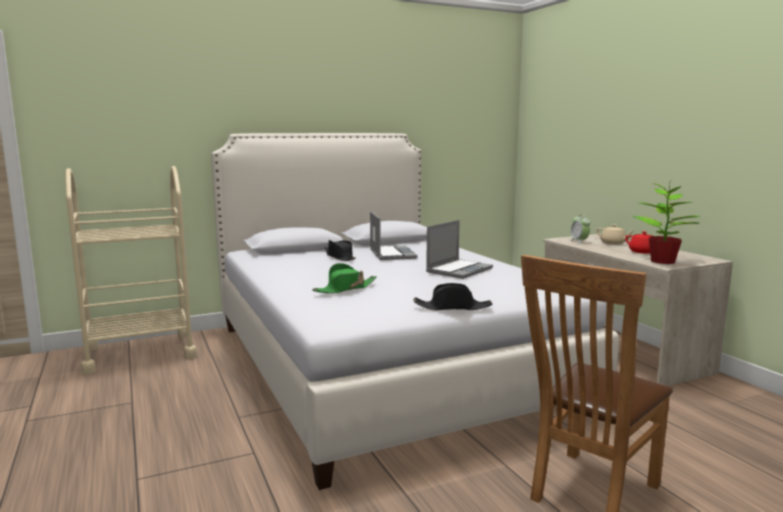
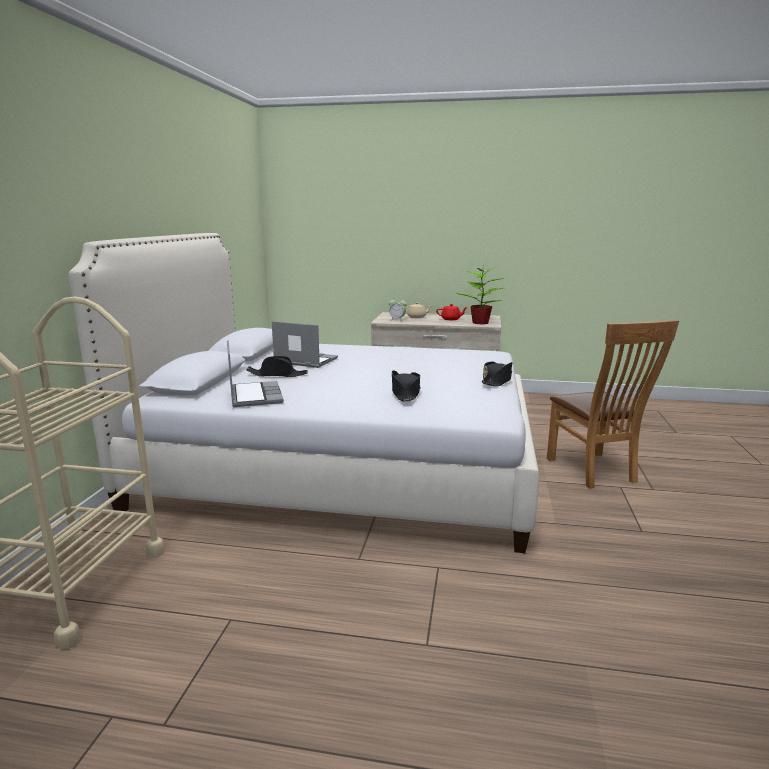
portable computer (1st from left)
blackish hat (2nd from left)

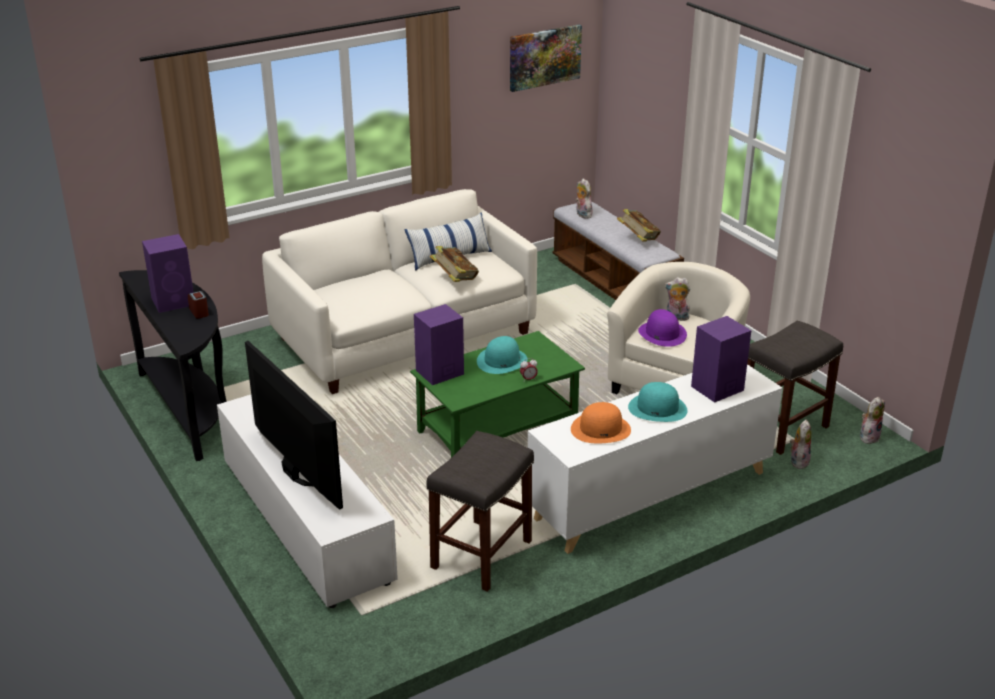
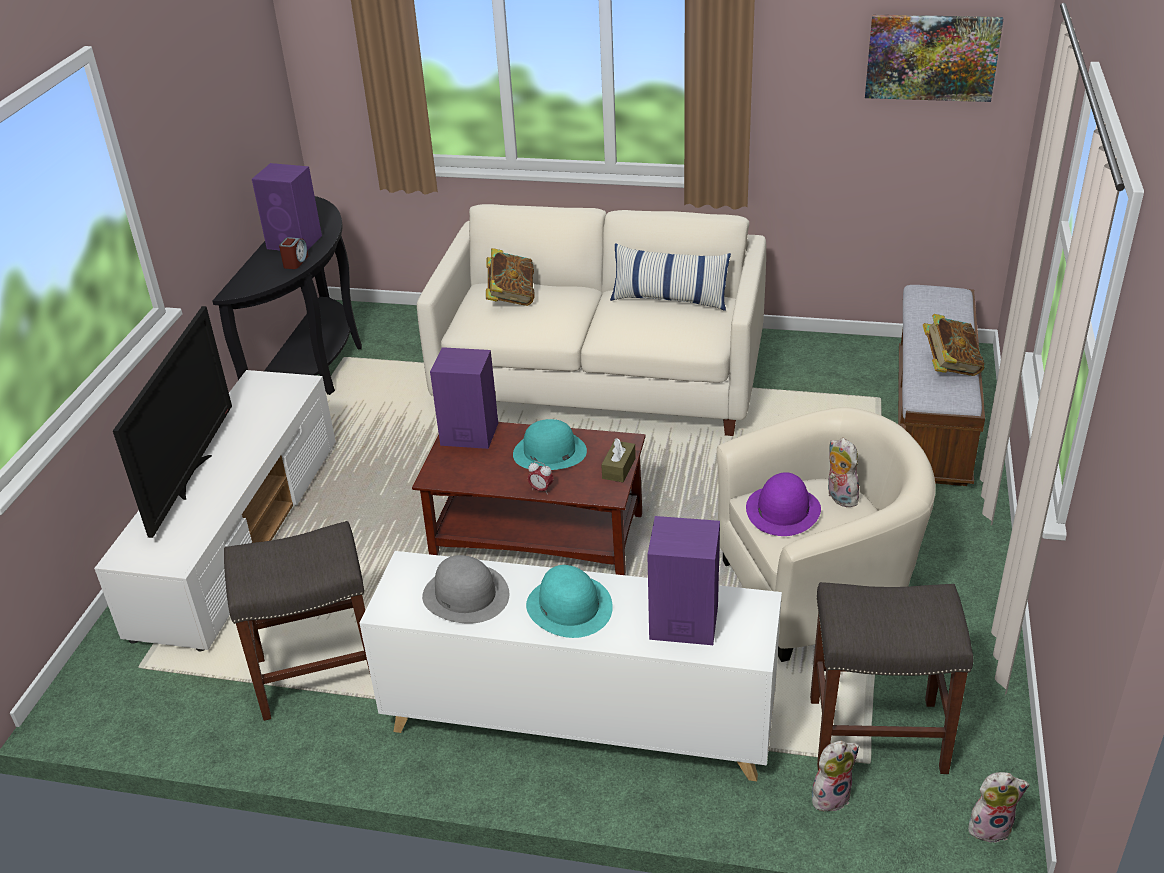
brown low table
gray hat
bound book (1st from left)
brown tissue box
cuddly toy (1st from left in the first image)

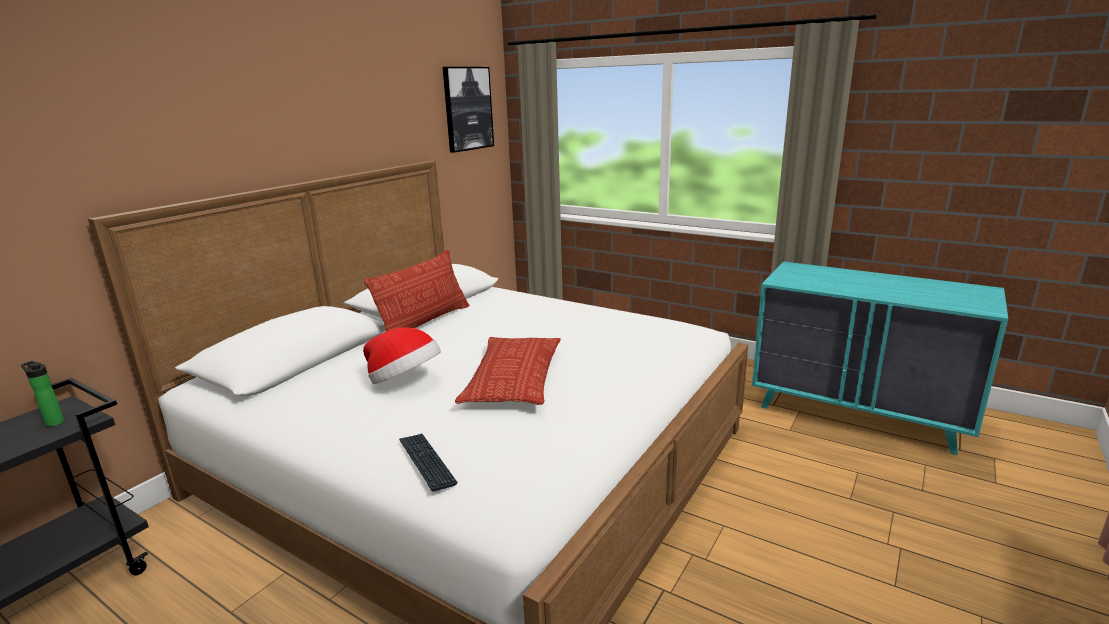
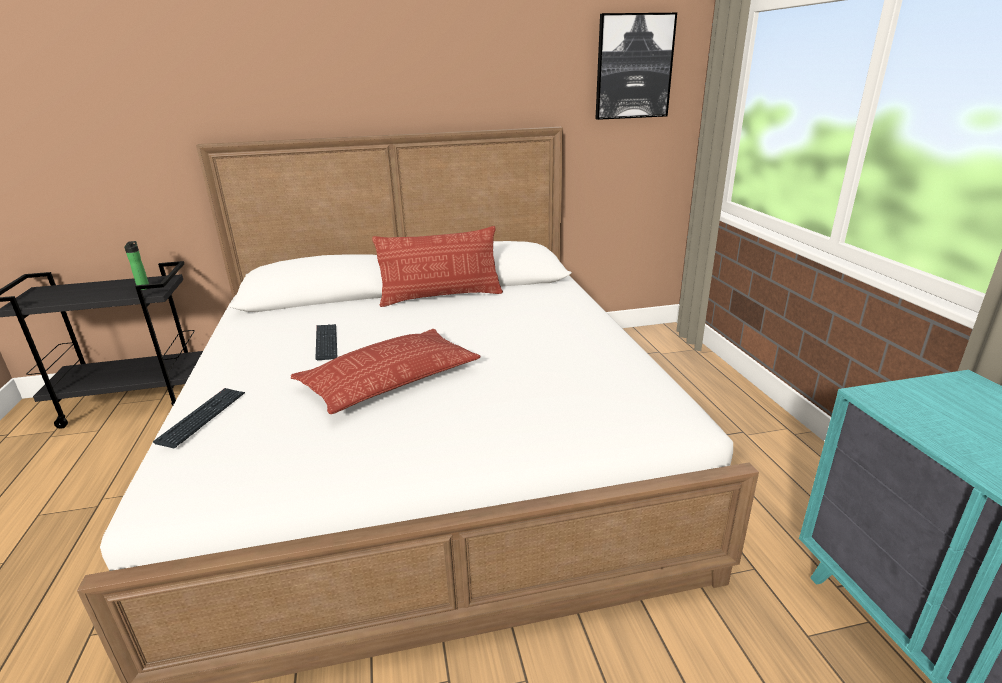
keyboard (2nd from left)

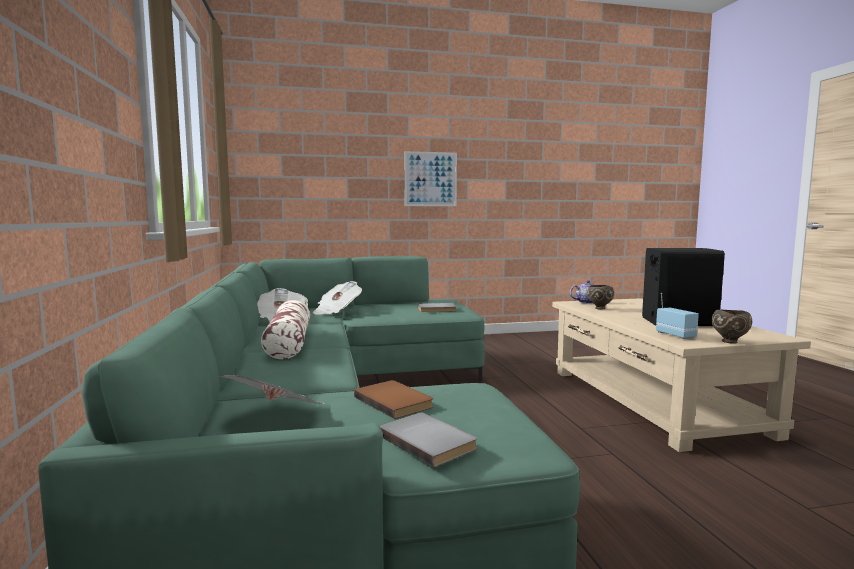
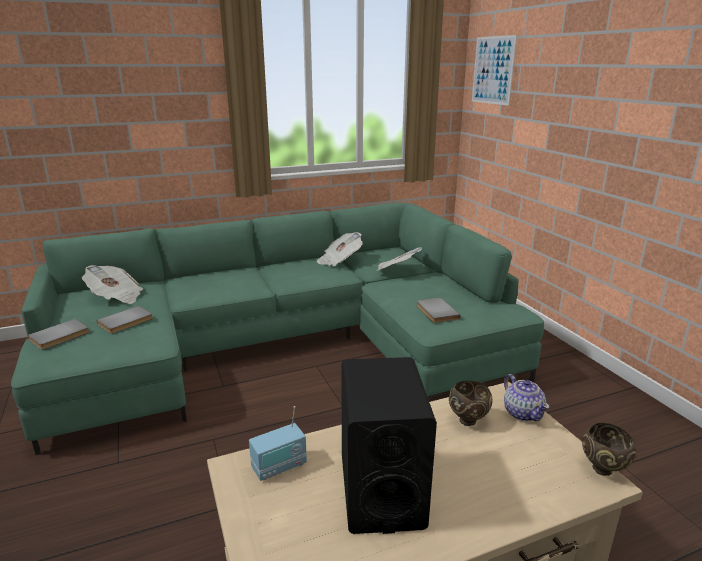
gray bound book (2nd from left)
wall picture
brown serving bowl (2nd from left)
pillow

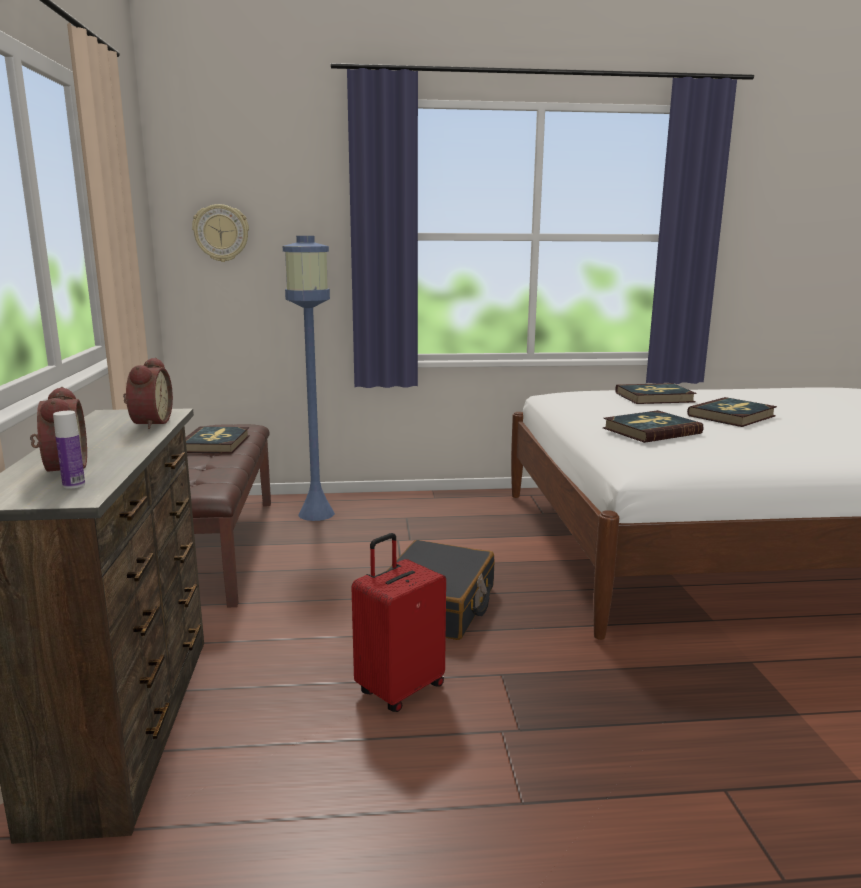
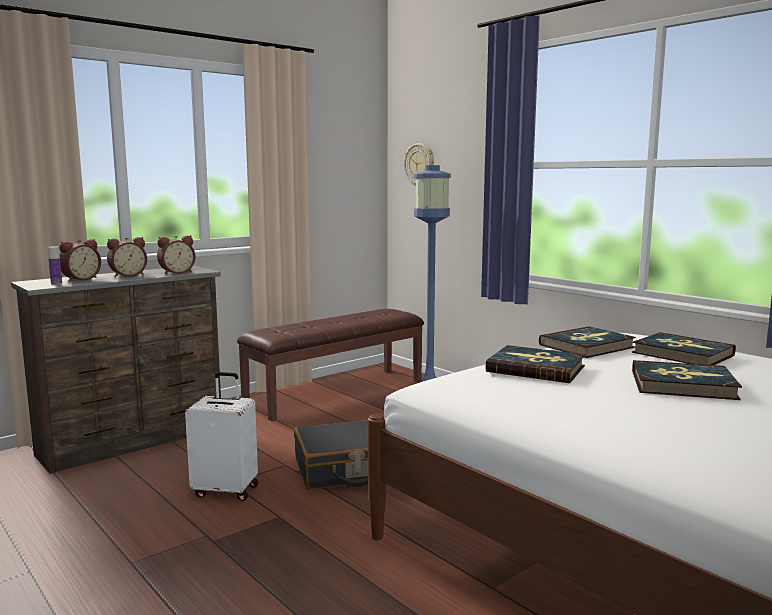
bedside clock (2nd from left)
white-coloured piece of luggage
bound book (2nd from left)

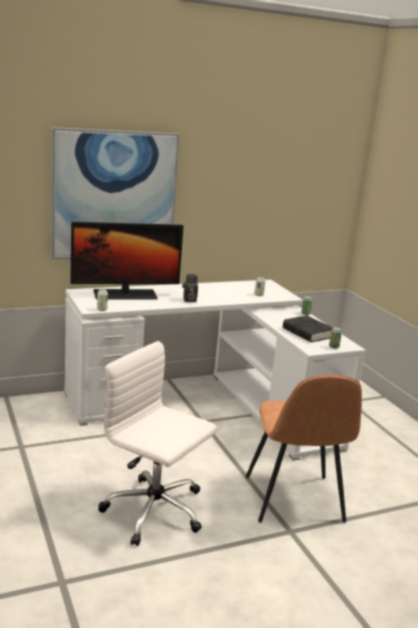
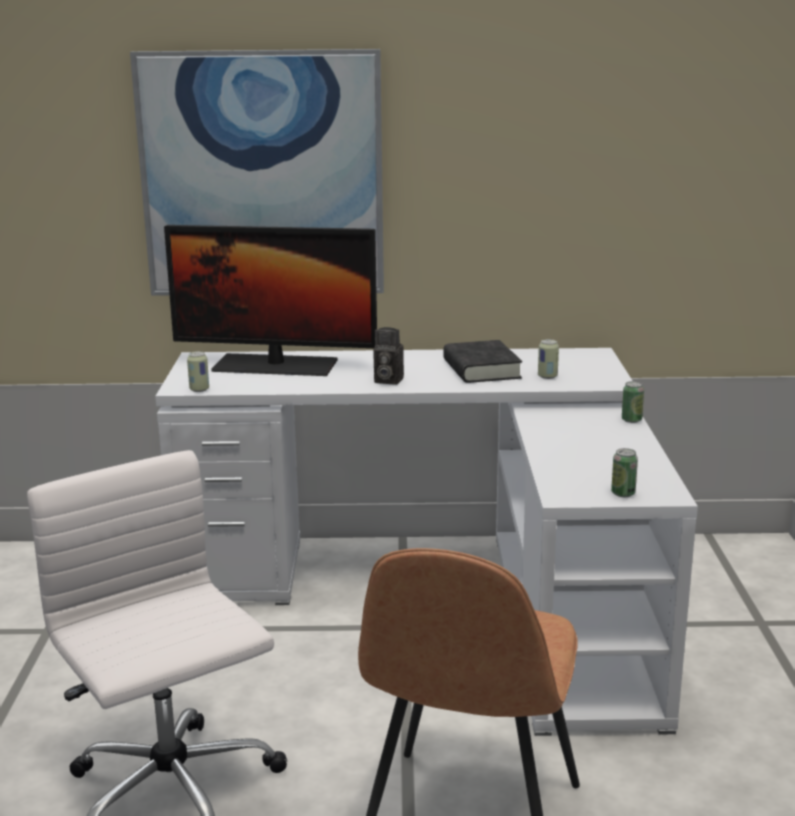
blackish bound book

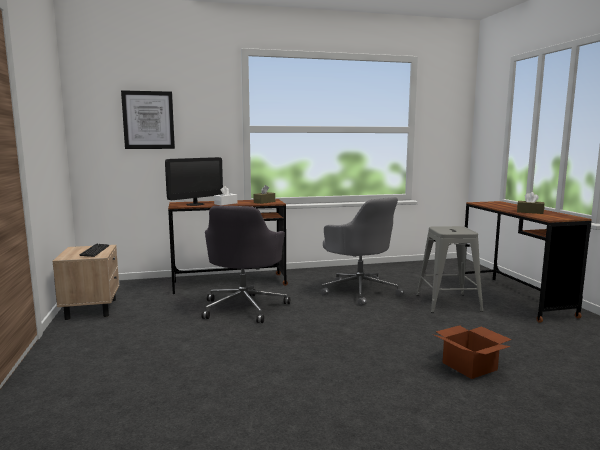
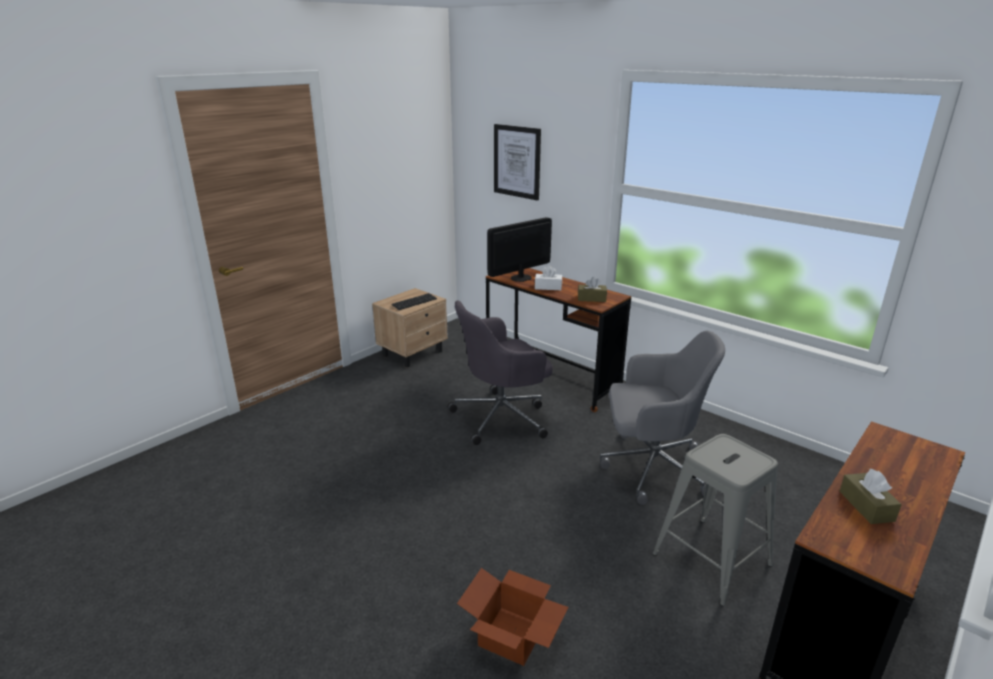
computer display
gray office chair (2nd from left)

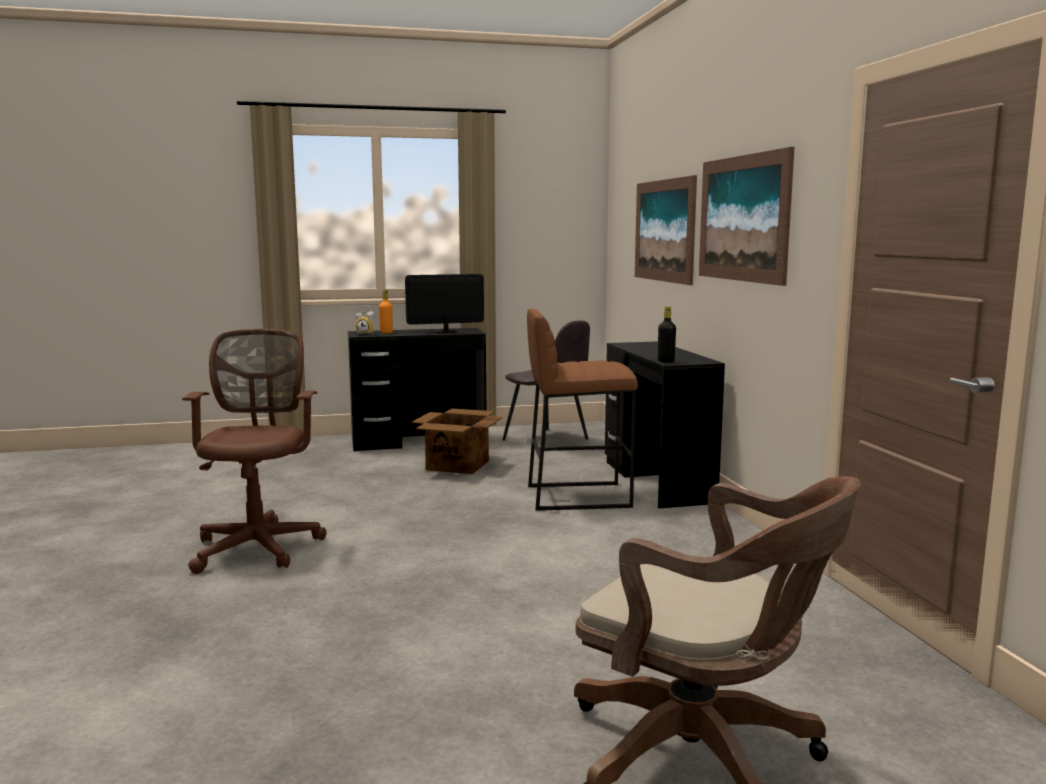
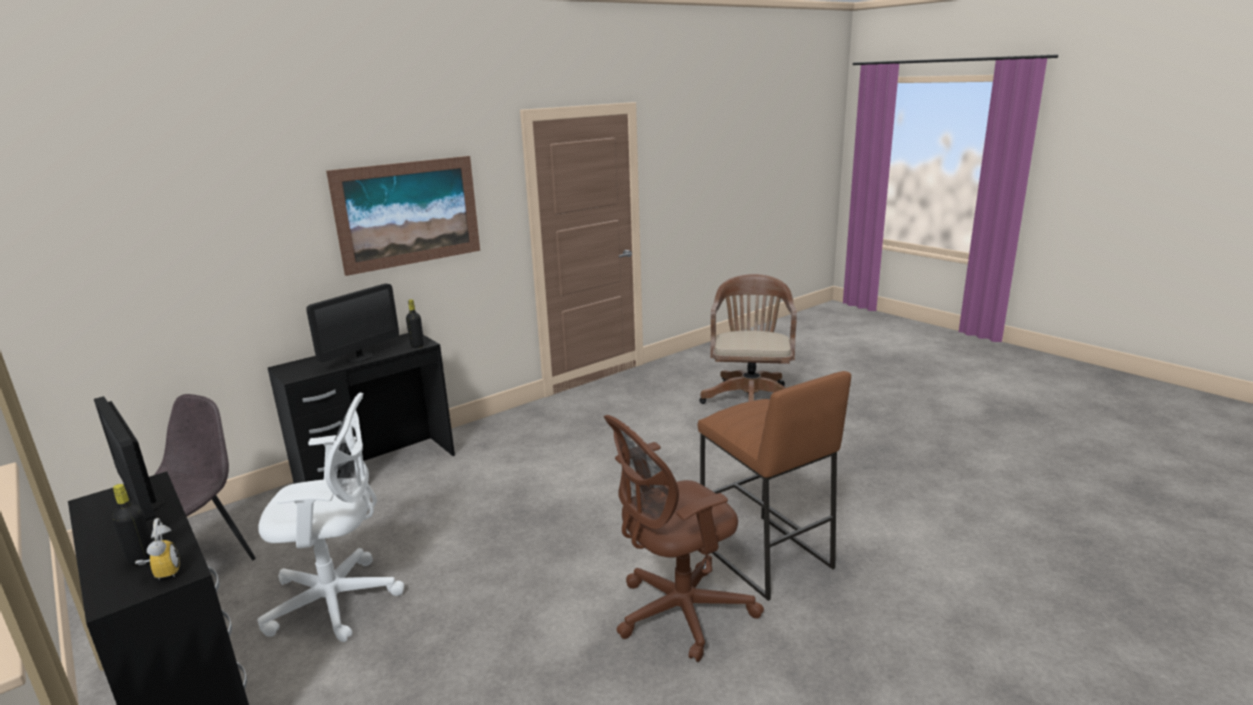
blackish bottle (1st from left)
white-coloured office chair
computer display (2nd from left)
brown sitting stool
wall picture (1st from left in the first image)

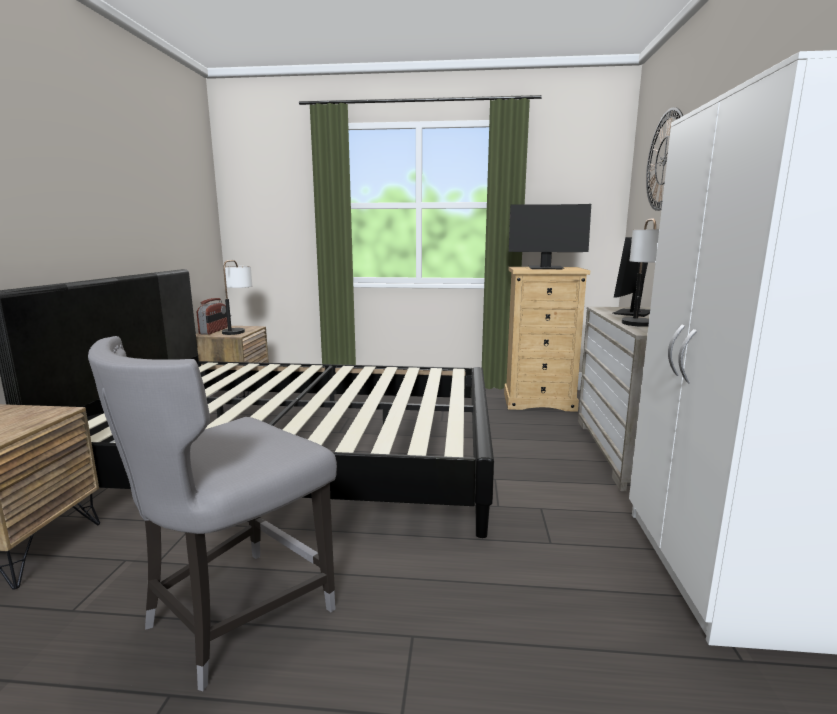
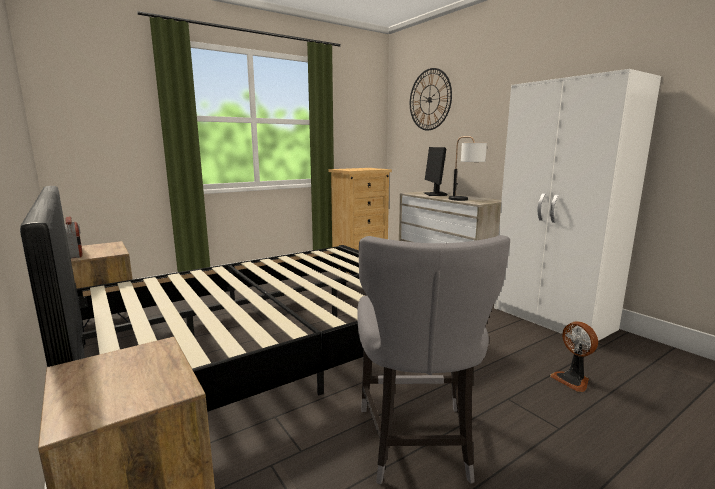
electric fan
tabletop lamp (1st from left in the first image)
computer display (1st from left in the first image)

